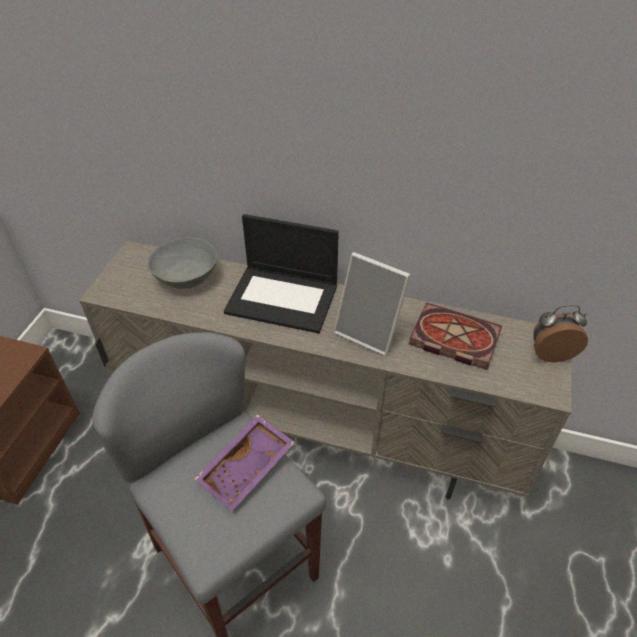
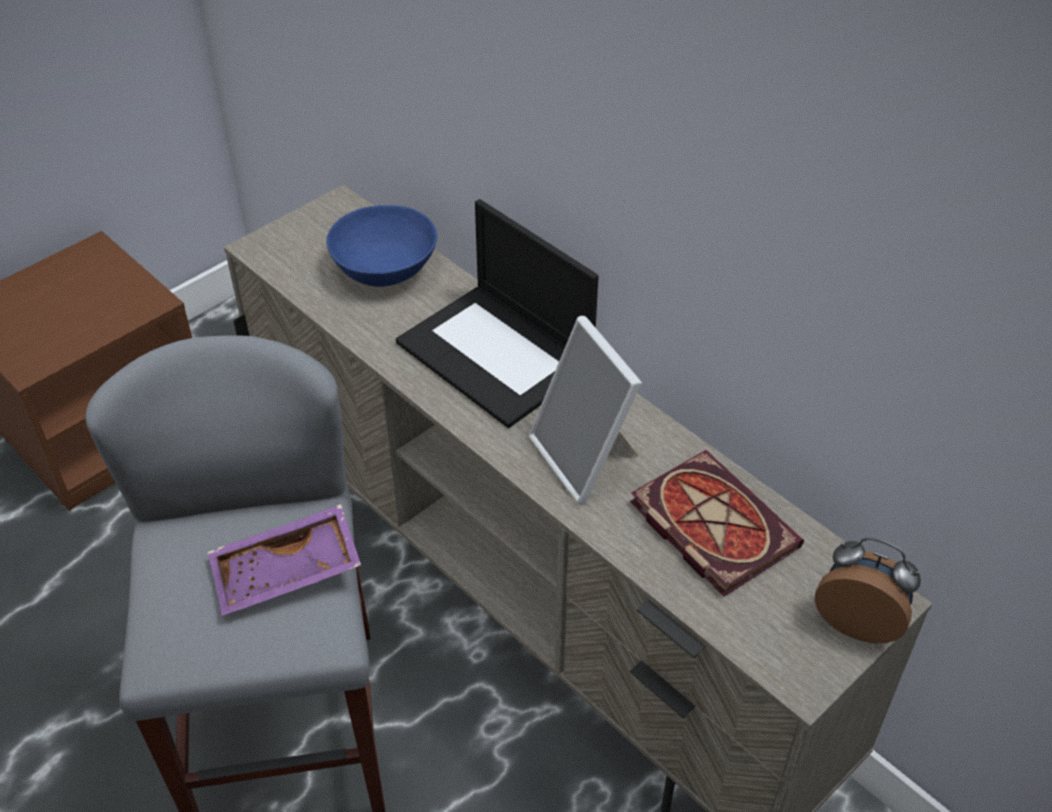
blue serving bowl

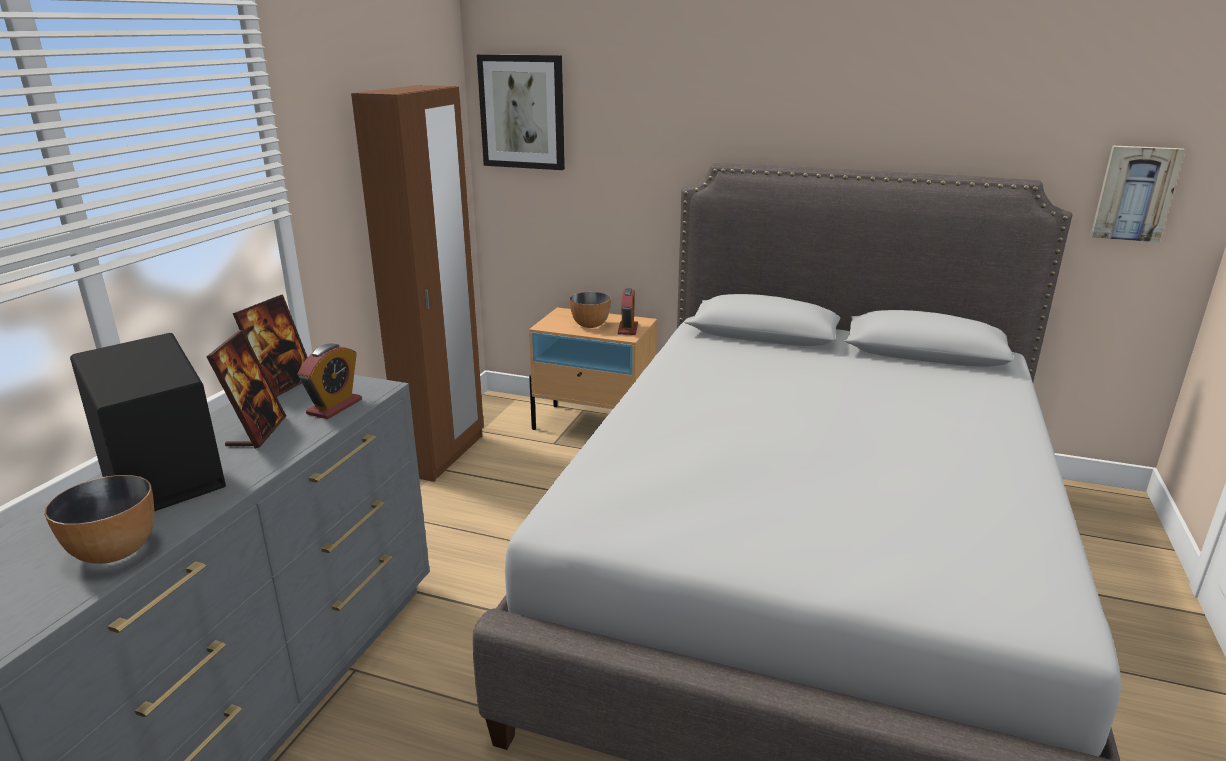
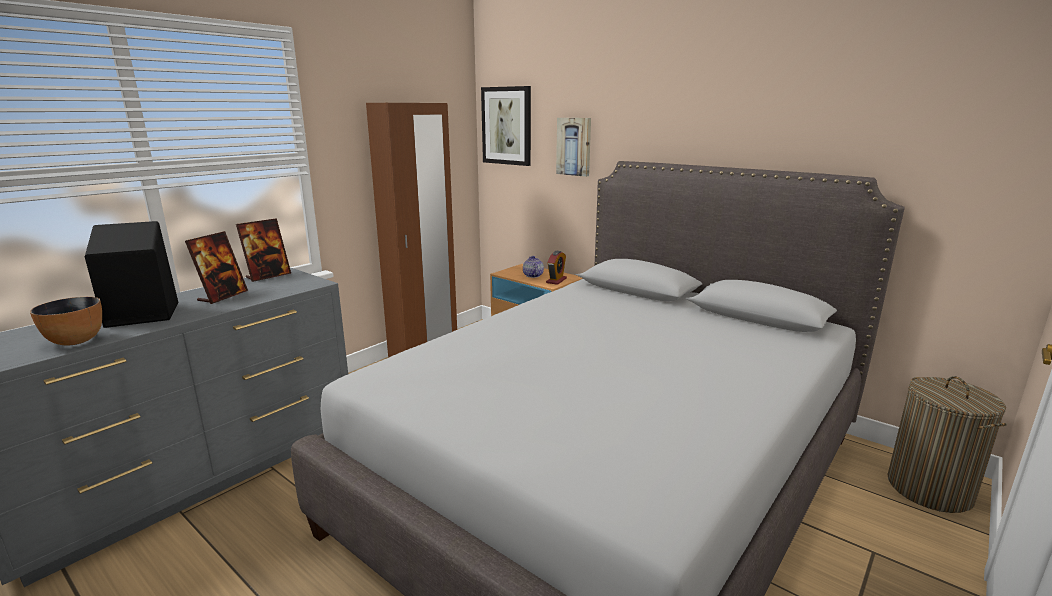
teapot
wall picture (2nd from left)
hamper
bedside clock (1st from left in the first image)

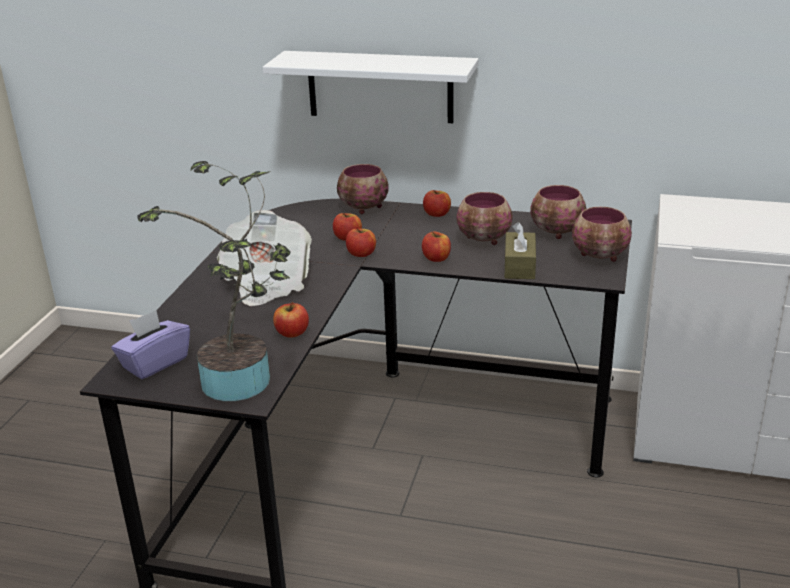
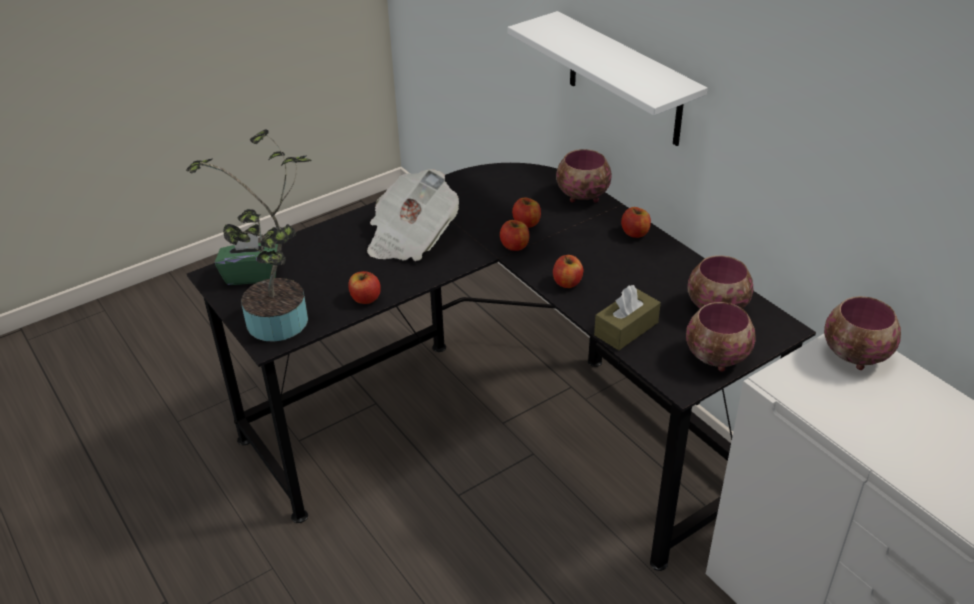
green-coloured tissue box
serving bowl (4th from left)

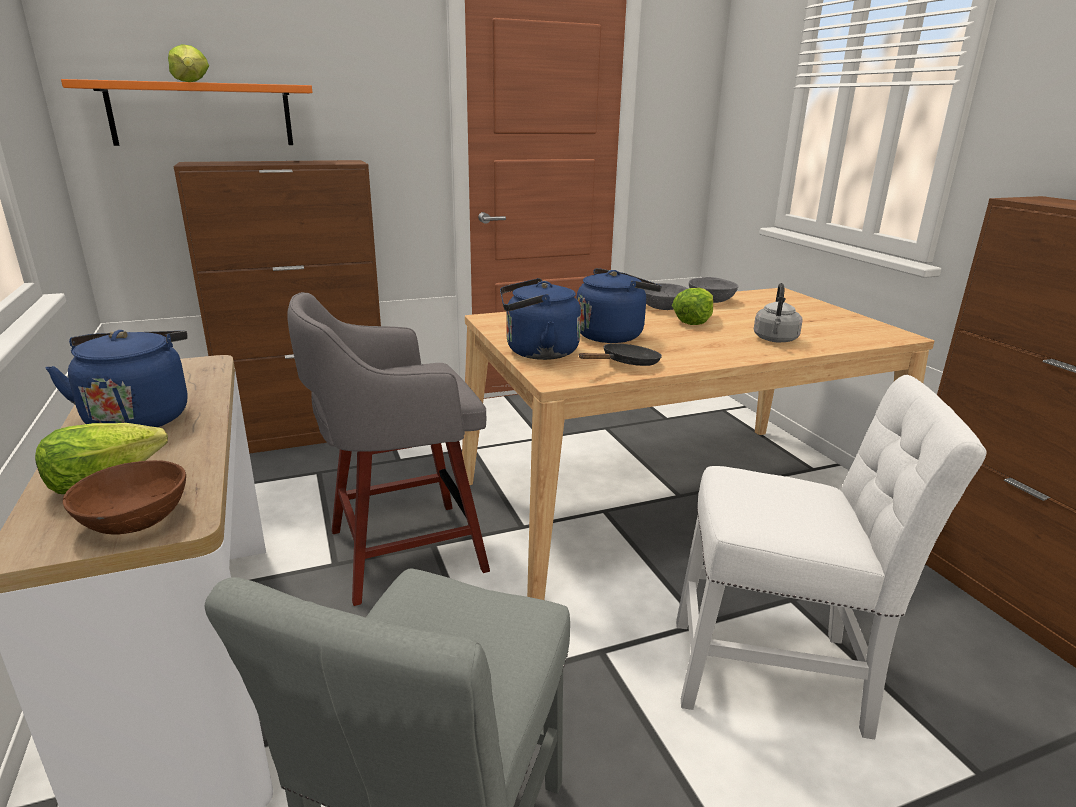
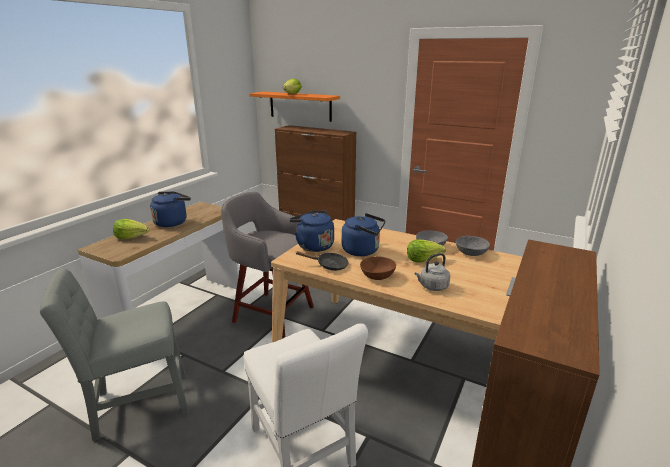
brown serving bowl

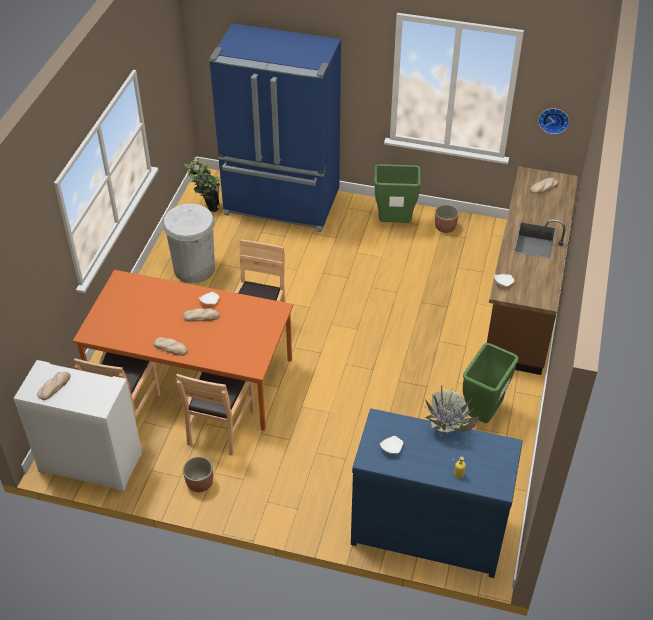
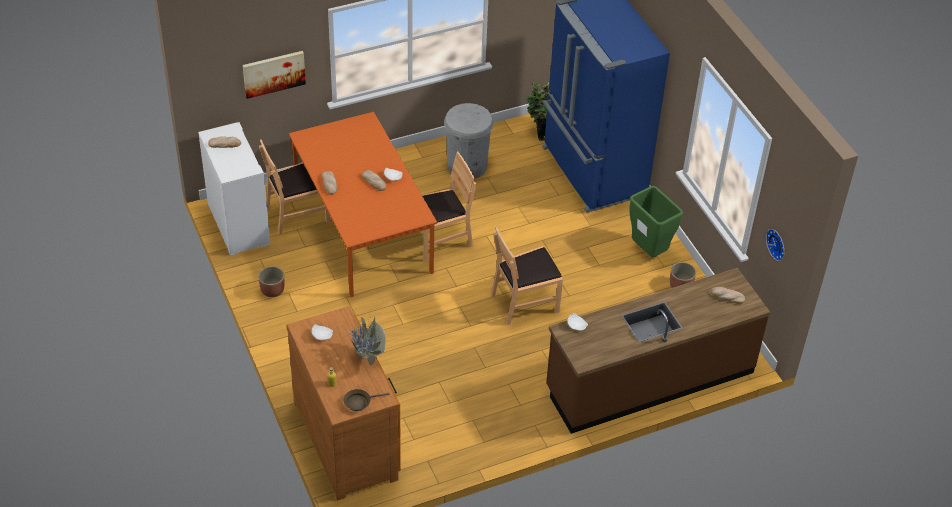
wall picture
brown drawer chest
brown frying pan
brown plain chair (3rd from left)
green-coloured trash can (2nd from left in the first image)

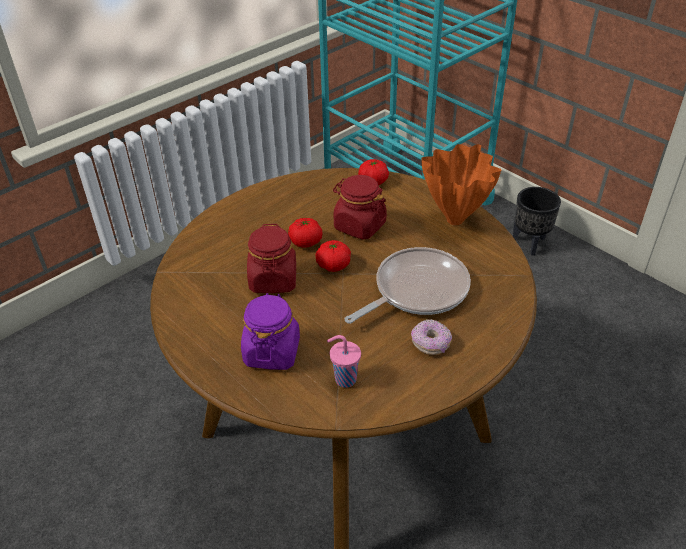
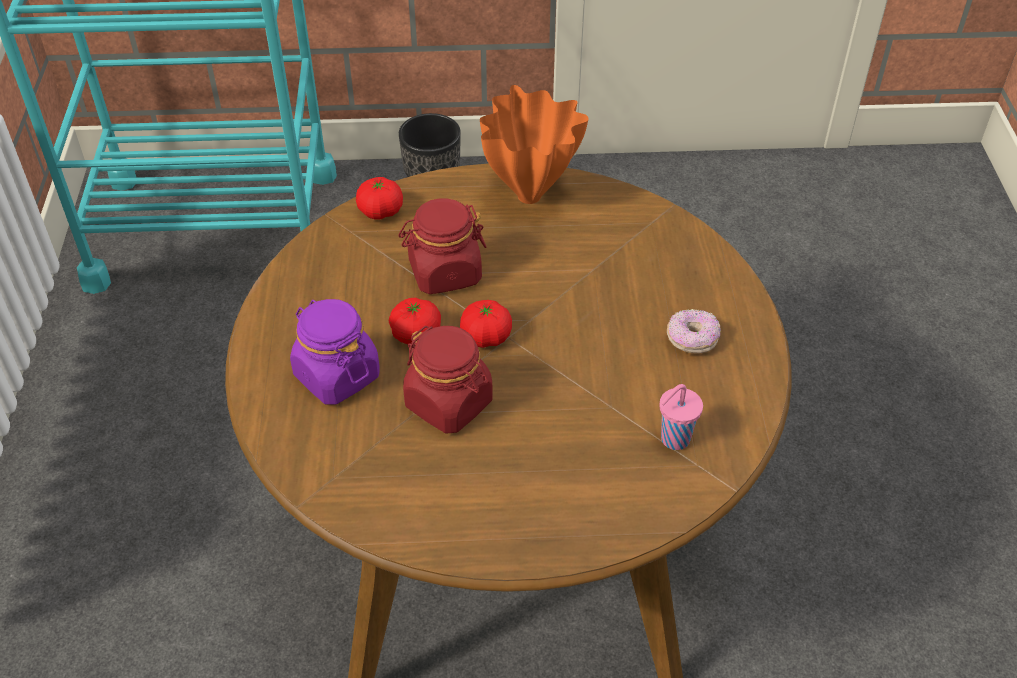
purple-coloured preserve jar
frying pan

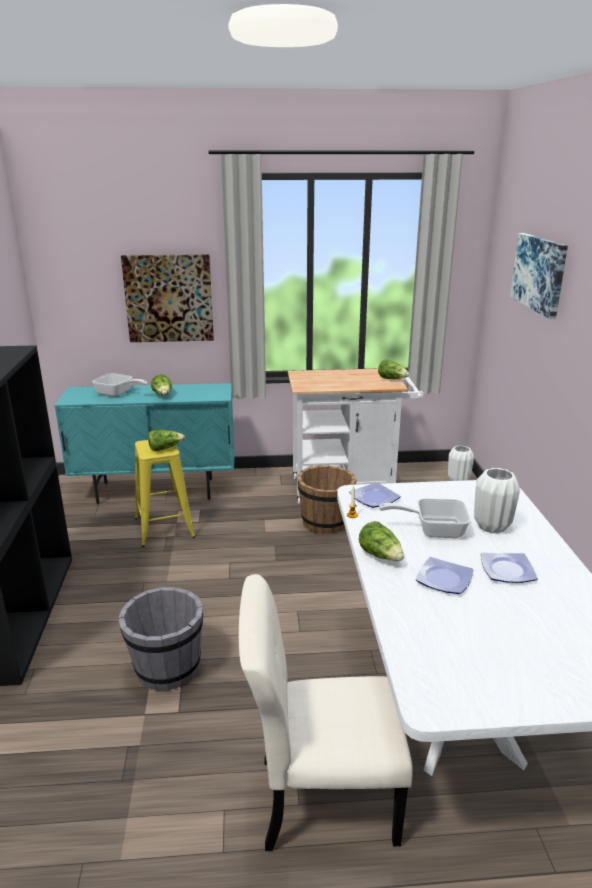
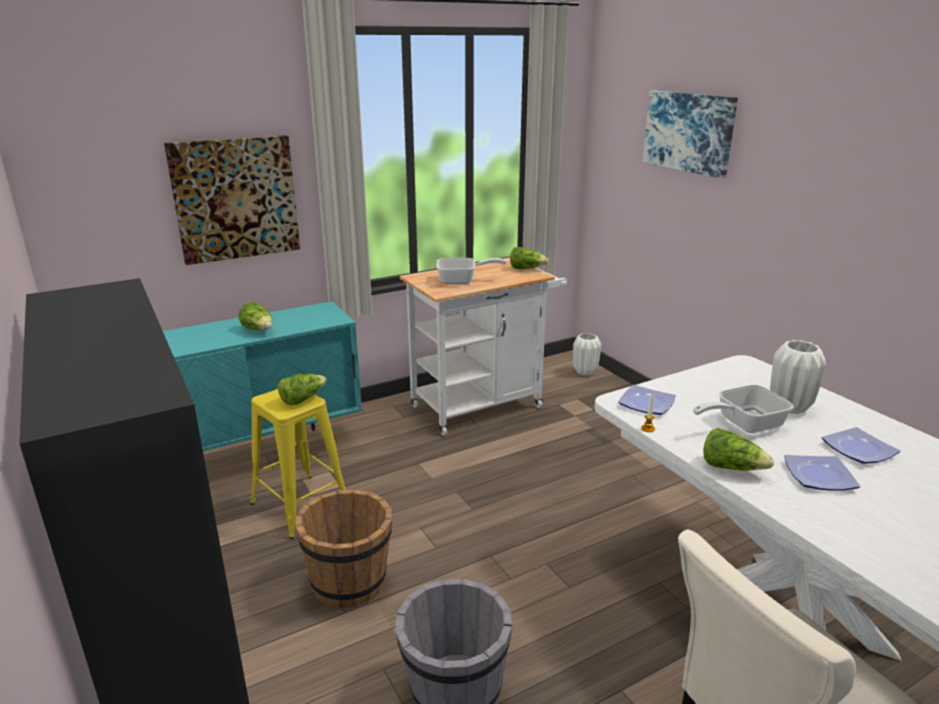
brown pail
frying pan (1st from left)

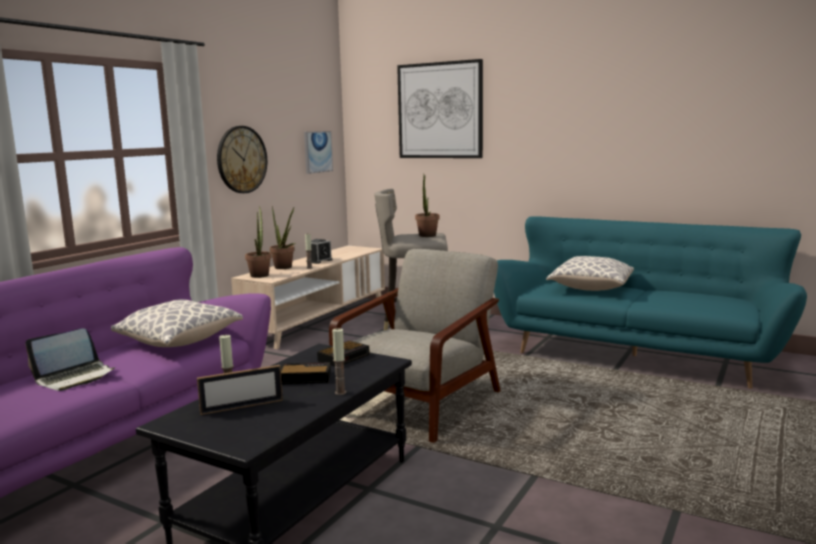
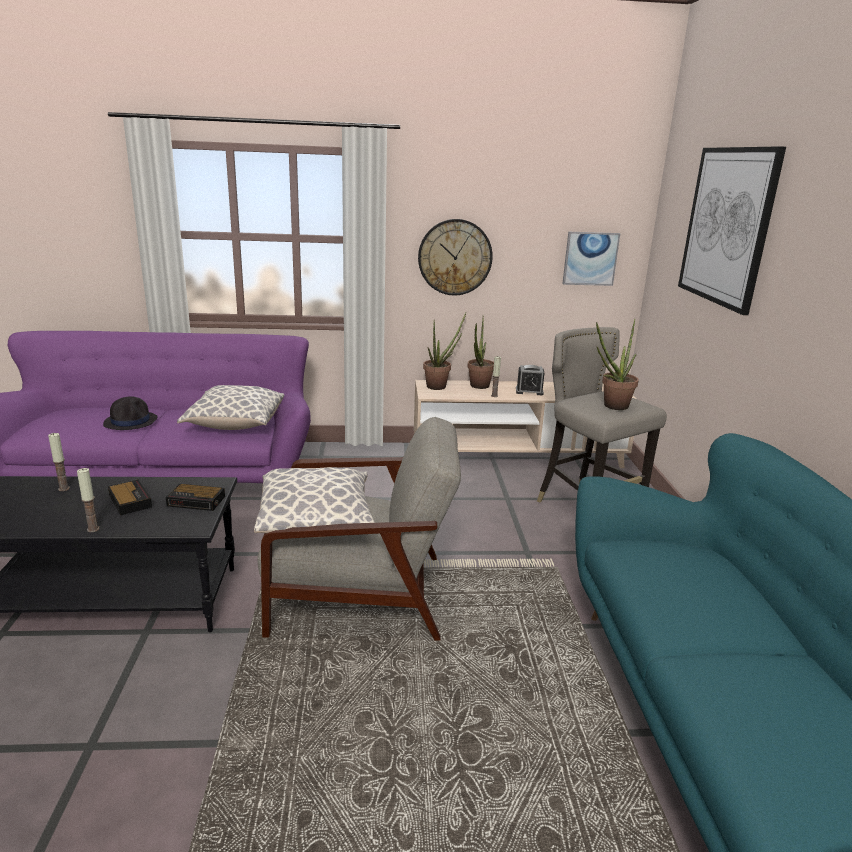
blackish hat
pillow (2nd from left)
photo frame

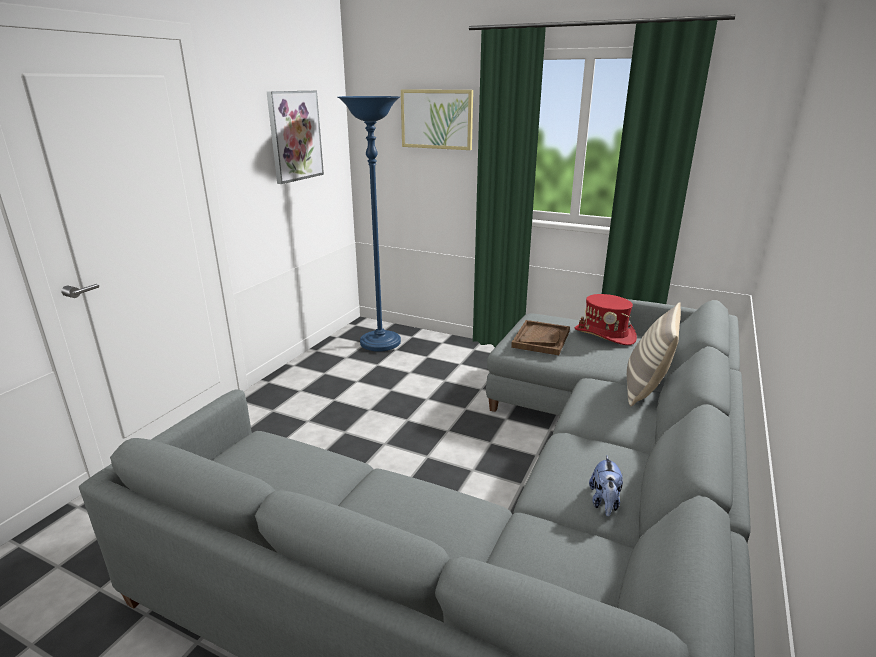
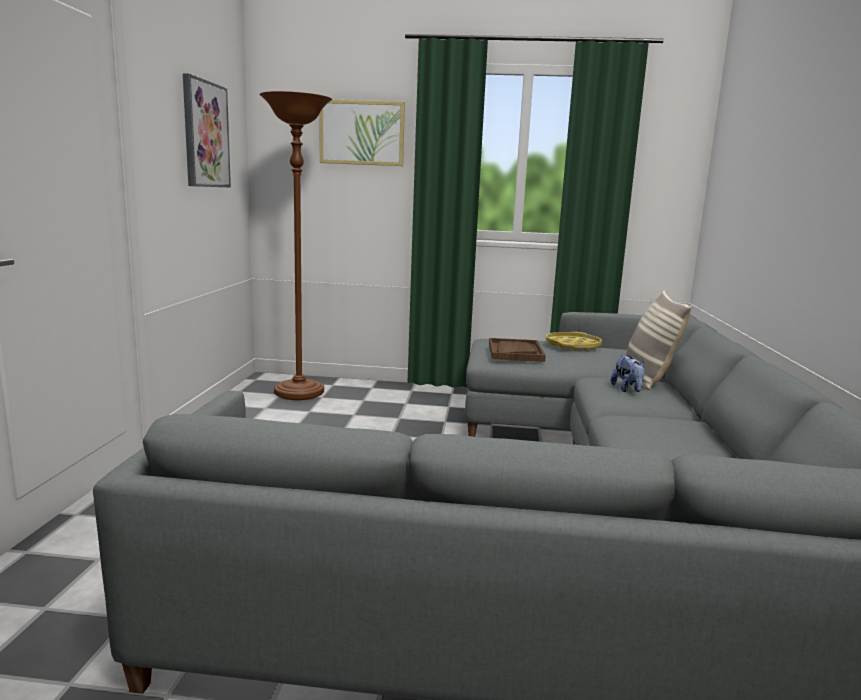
brown standing lamp
yellow serving tray
cuddly toy

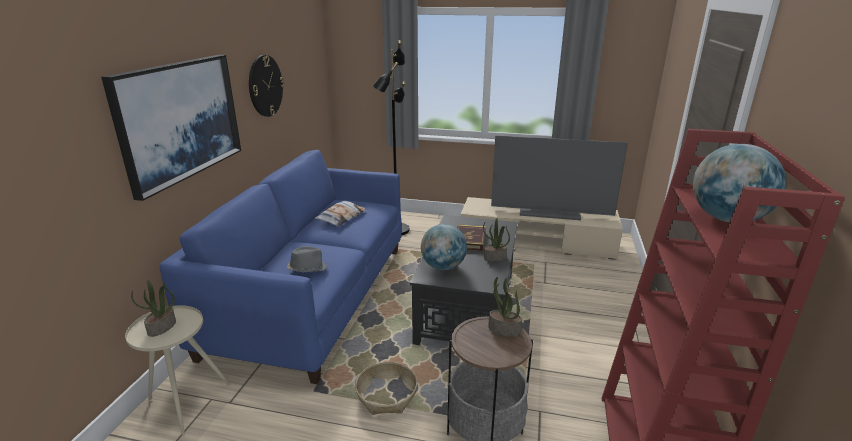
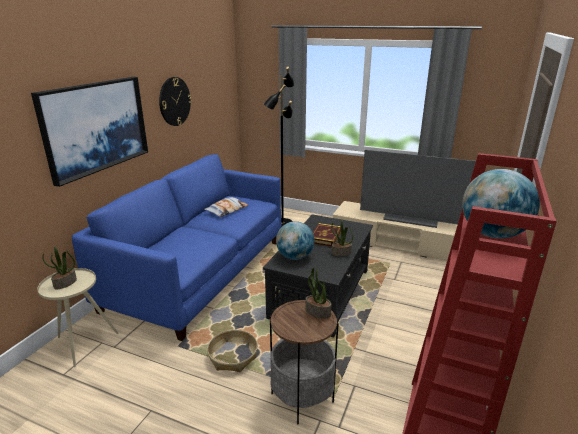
gray hat

